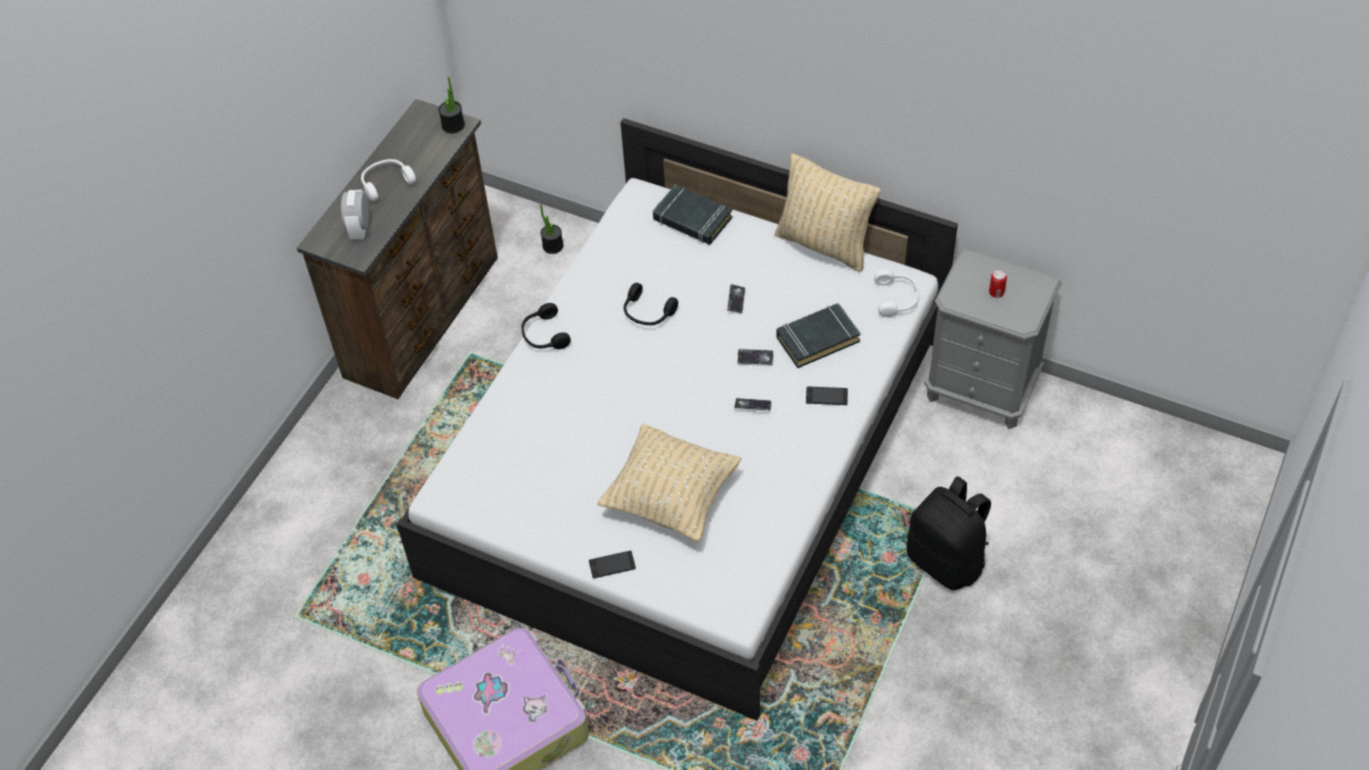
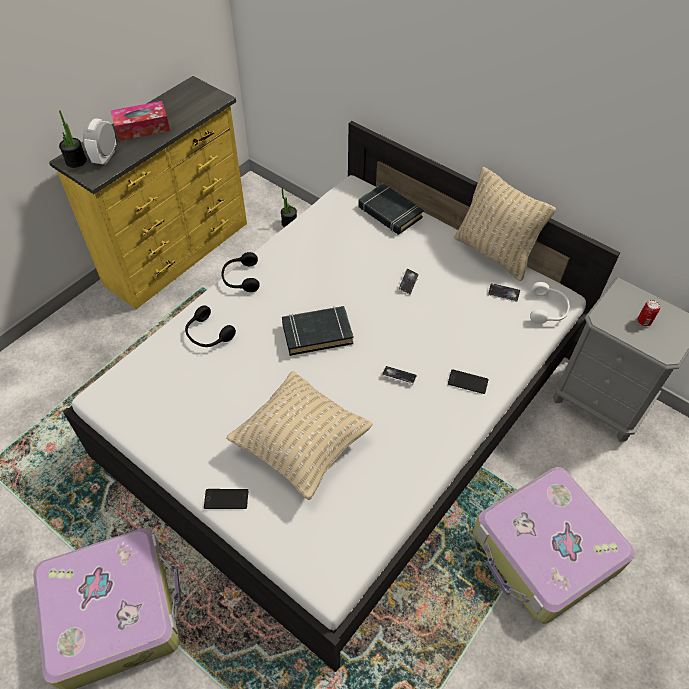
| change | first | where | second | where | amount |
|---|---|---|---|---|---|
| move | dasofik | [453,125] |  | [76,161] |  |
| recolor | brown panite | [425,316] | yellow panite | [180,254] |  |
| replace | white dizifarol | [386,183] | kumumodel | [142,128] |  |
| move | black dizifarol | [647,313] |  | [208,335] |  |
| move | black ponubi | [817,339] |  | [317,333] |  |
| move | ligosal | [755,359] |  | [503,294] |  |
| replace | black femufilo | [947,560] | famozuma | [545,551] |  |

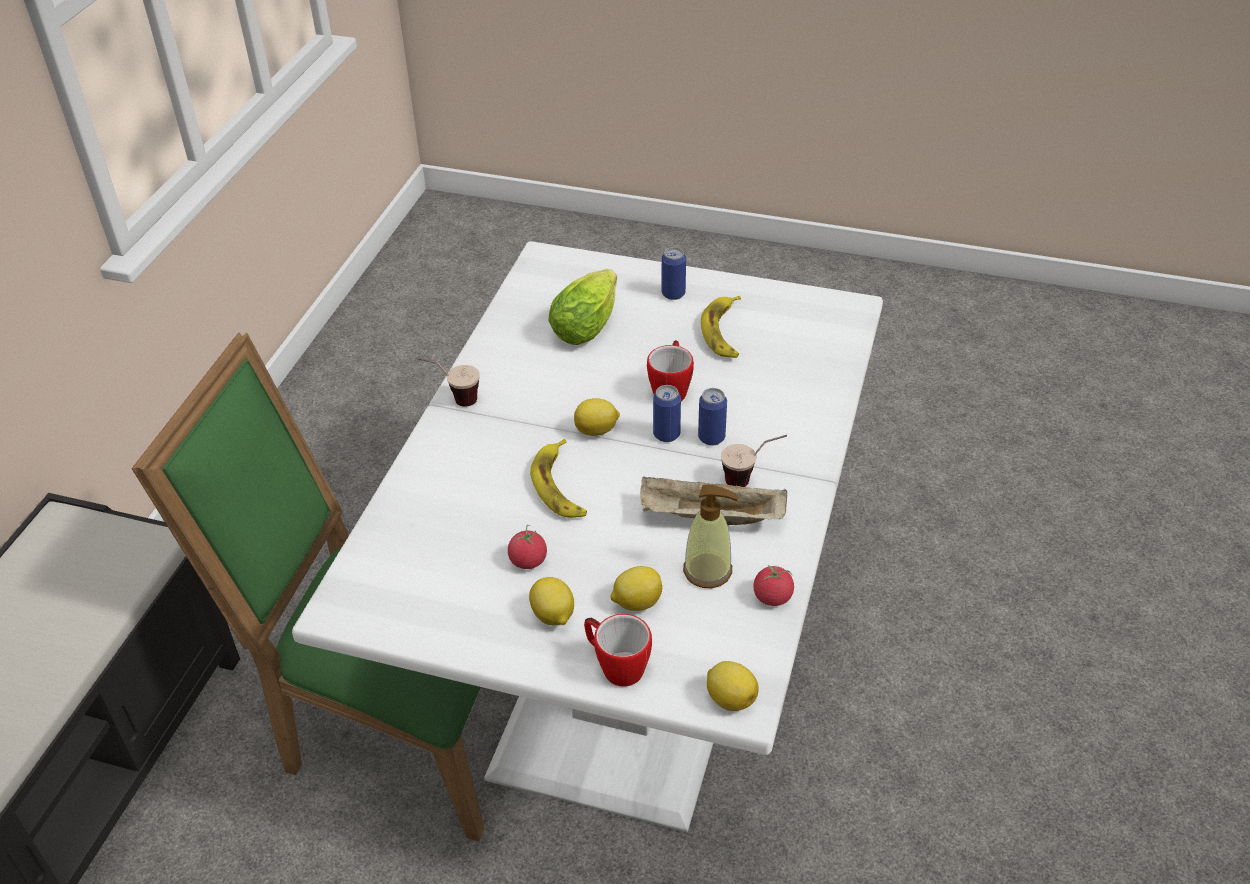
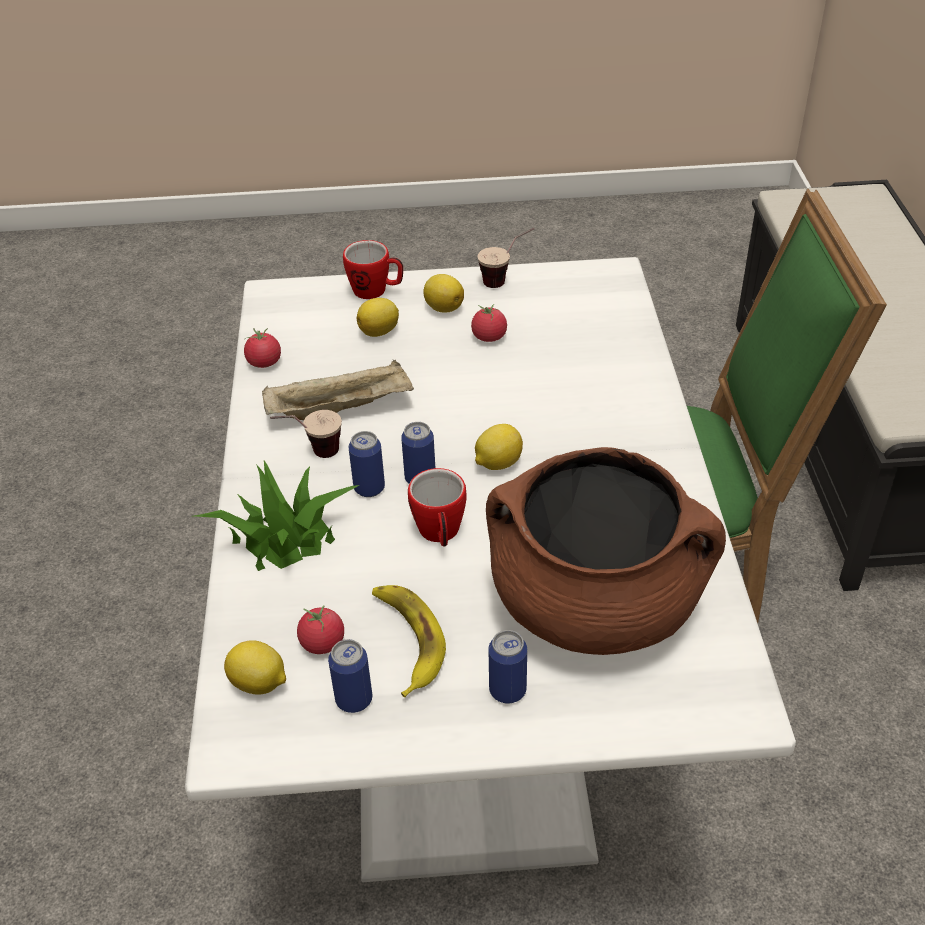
| change | first | where | second | where | amount |
|---|---|---|---|---|---|
| replace | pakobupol | [589,322] | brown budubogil | [596,603] |  |
| move | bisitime | [452,400] |  | [506,280] |  |
| delete | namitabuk | [560,486] |  |  |  |
| delete | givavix | [708,571] |  |  |  |
| move | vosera | [730,698] |  | [259,684] |  |
| insert |  |  | dasofik | [283,536] |  |
| insert |  |  | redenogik | [322,643] |  |
| insert |  |  | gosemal | [354,699] |  |

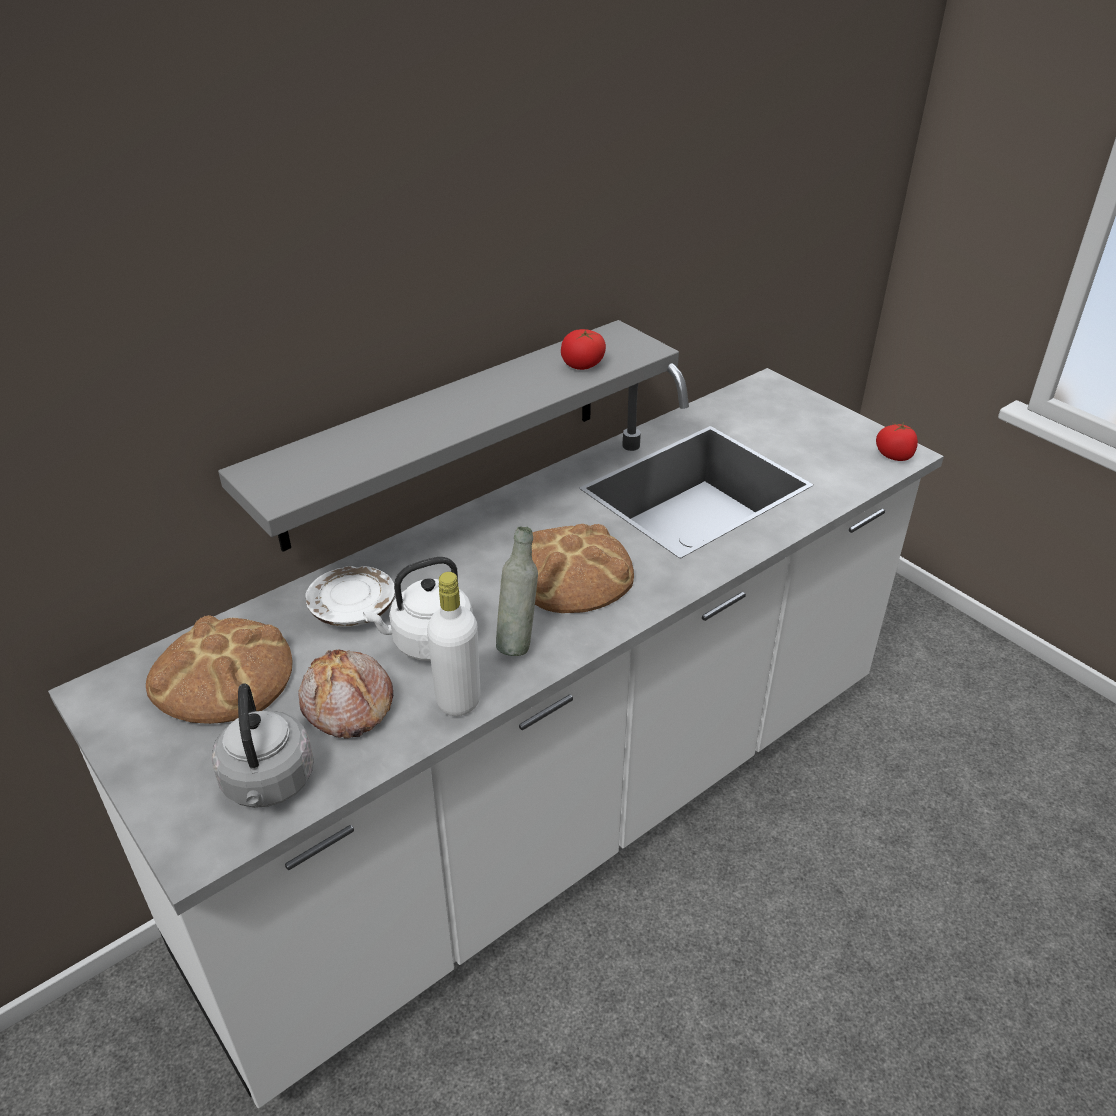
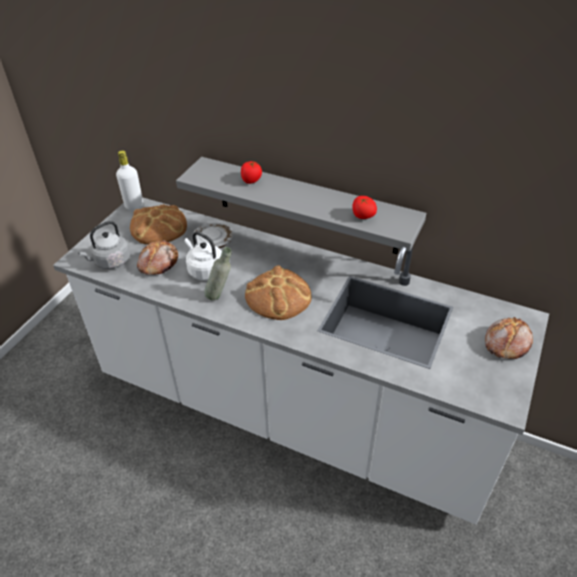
| change | first | where | second | where | amount |
|---|---|---|---|---|---|
| move | redenogik | [894,455] |  | [251,180] |  |
| move | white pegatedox | [458,700] |  | [134,206] |  |
| insert |  |  | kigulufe | [506,343] |  |

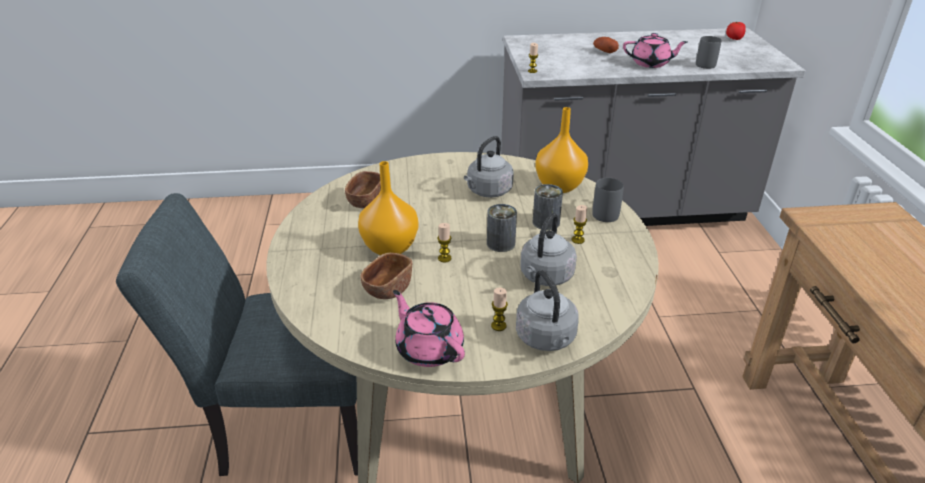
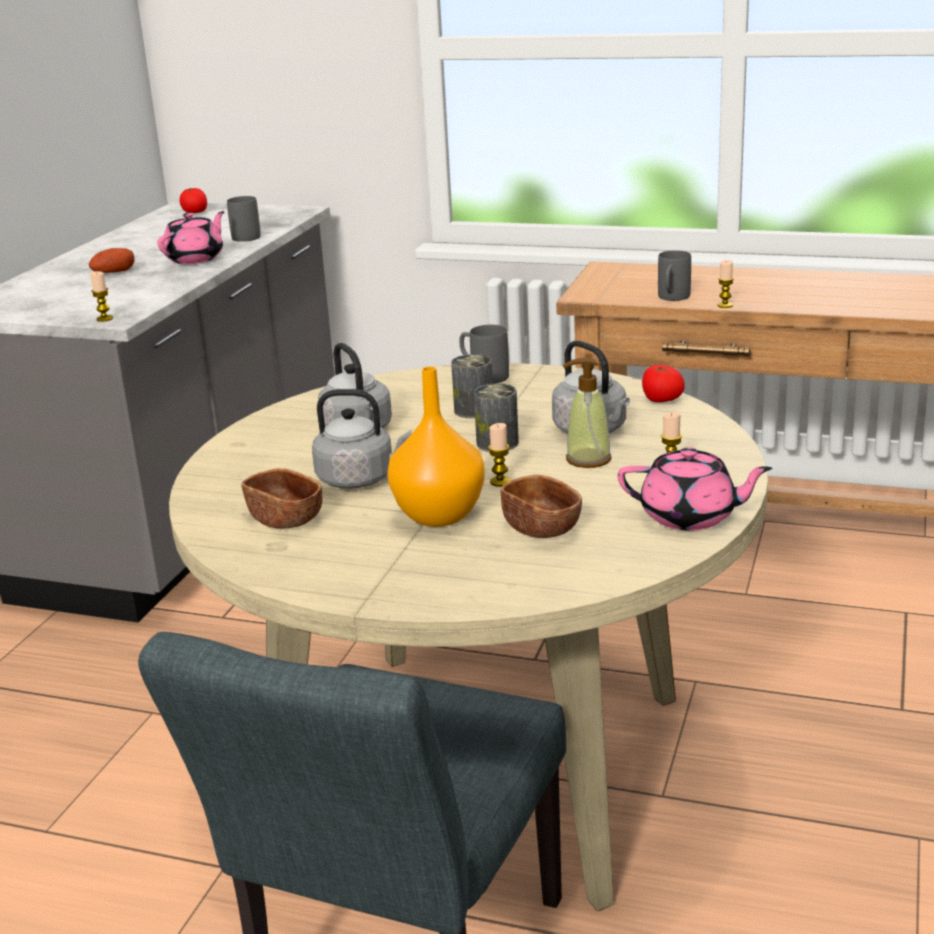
| change | first | where | second | where | amount |
|---|---|---|---|---|---|
| delete | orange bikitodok | [559,185] |  |  |  |
| move | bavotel | [578,240] |  | [725,305] |  |
| move | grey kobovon | [547,339] |  | [360,479] |  |
| rotate | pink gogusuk | [429,349] |  | [690,516] | 150 degrees counterclockwise |
| insert |  |  | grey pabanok | [672,298] |  |
| insert |  |  | givavix | [588,459] |  |
| insert |  |  | redenogik | [661,400] |  |

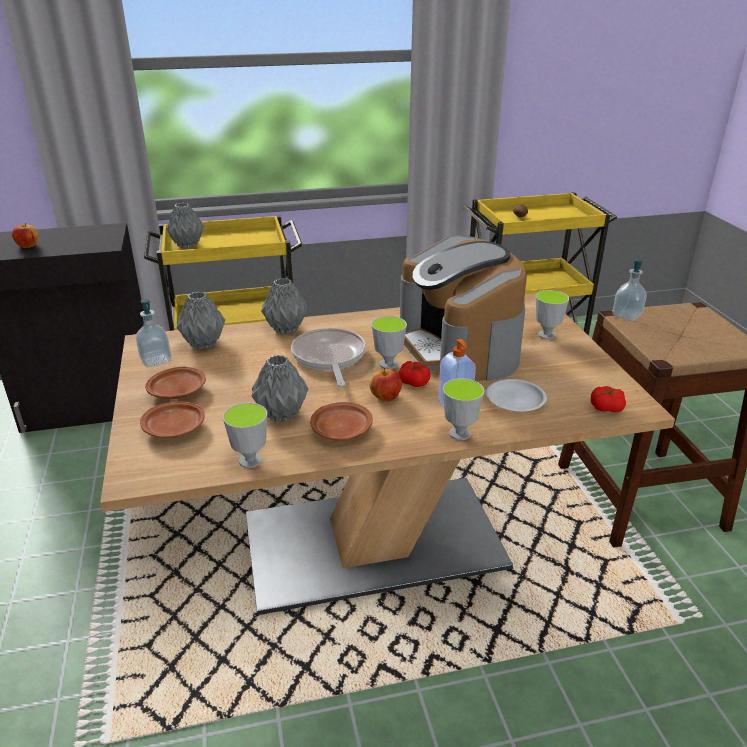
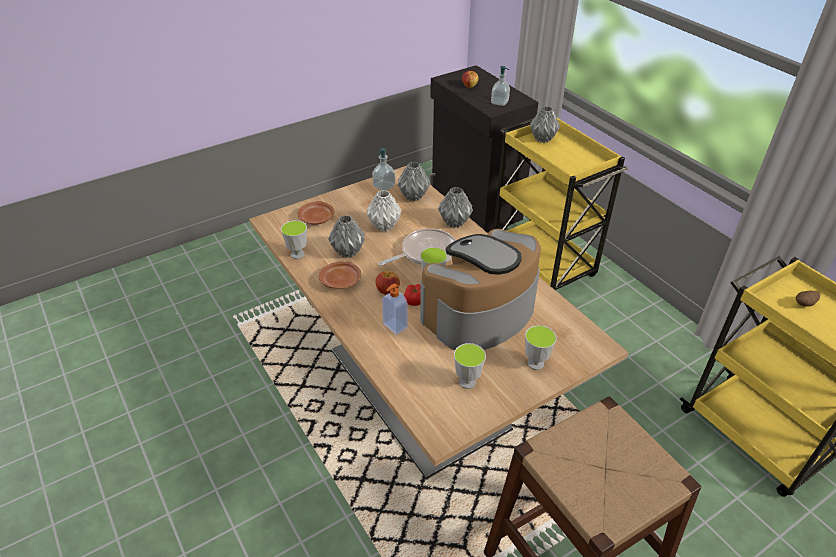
| change | first | where | second | where | amount |
|---|---|---|---|---|---|
| move | givavix | [626,315] |  | [499,102] |  |
| delete | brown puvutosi | [178,391] |  |  |  |
| move | bisitime | [459,433] |  | [467,382] |  |
| delete | white puvutosi | [516,399] |  |  |  |
| delete | redenogik | [606,407] |  |  |  |
| insert |  |  | grey bikitodok | [384,226] |  |

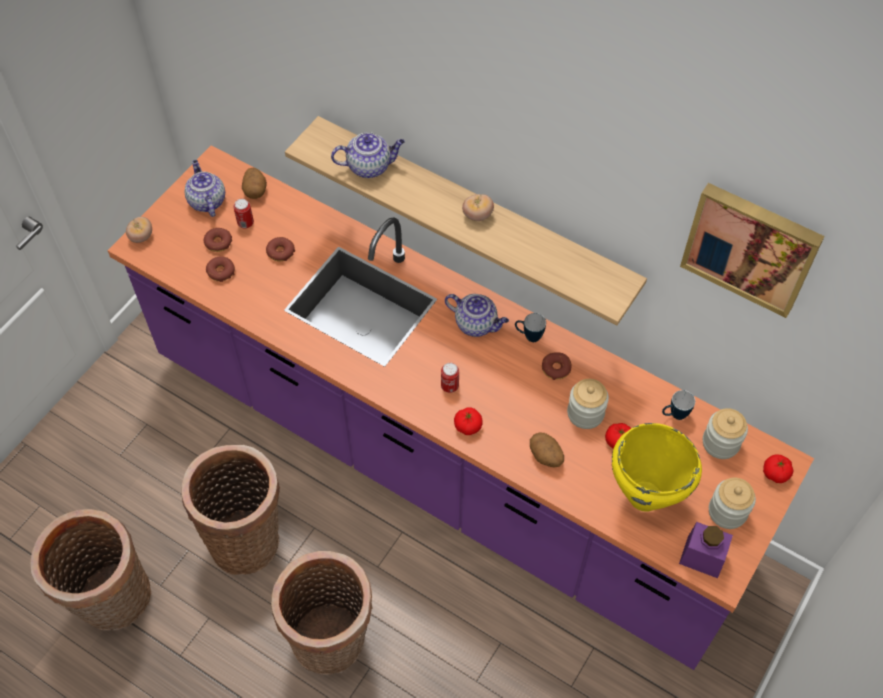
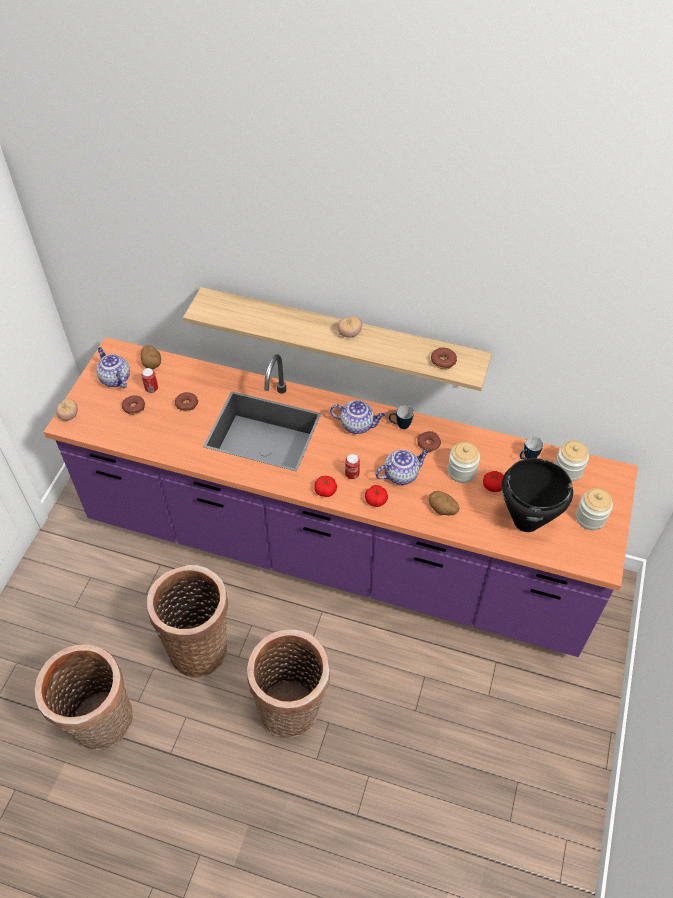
| change | first | where | second | where | amount |
|---|---|---|---|---|---|
| move | gogusuk | [370,166] |  | [401,474] |  |
| delete | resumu | [751,247] |  |  |  |
| move | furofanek | [221,272] |  | [443,361] |  |
| recolor | yellow budubogil | [644,495] | black budubogil | [526,520] |  |
| move | redenogik | [775,473] |  | [325,491] |  |
| delete | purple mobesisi | [702,557] |  |  |  |

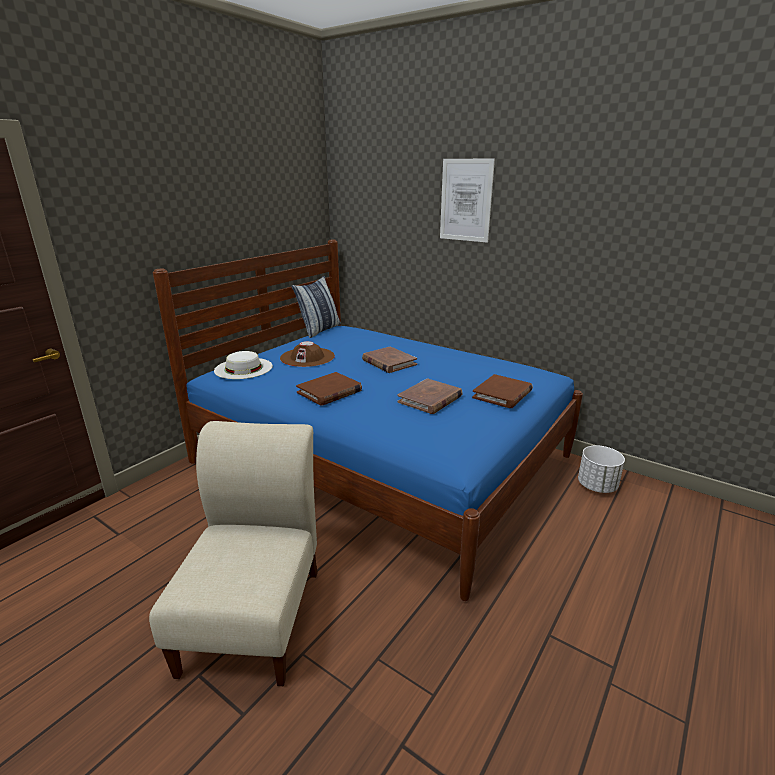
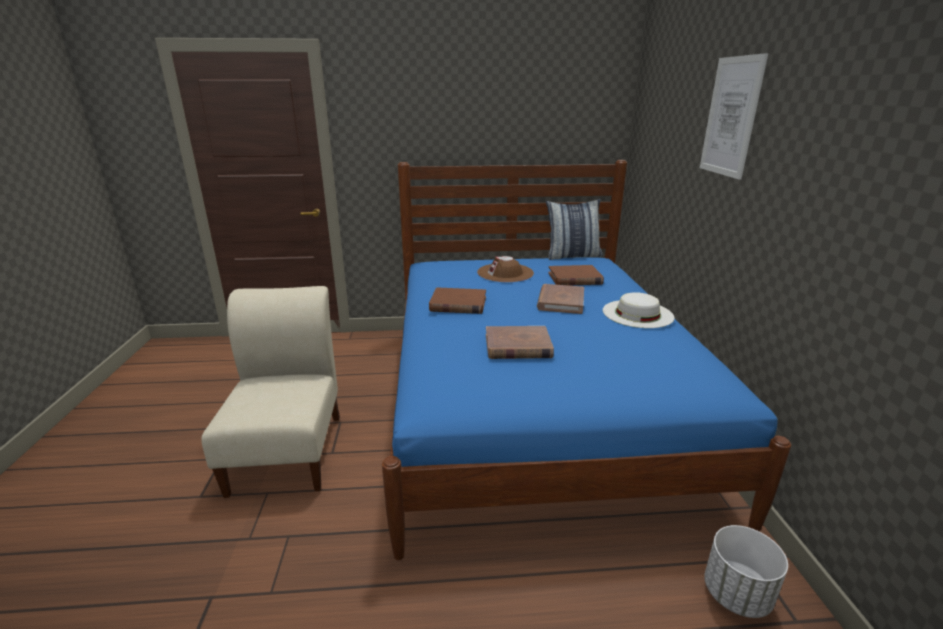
| change | first | where | second | where | amount |
|---|---|---|---|---|---|
| move | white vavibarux | [243,368] |  | [637,313] |  |
| move | brown ponubi | [502,394] |  | [574,278] |  |
| rotate | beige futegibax | [255,613] |  | [289,449] | 60 degrees counterclockwise |

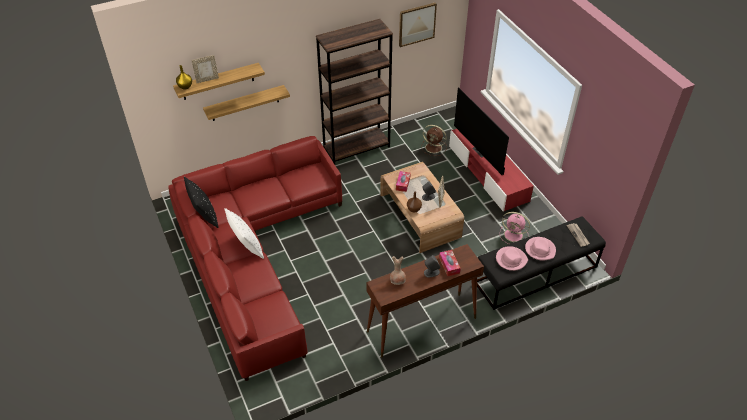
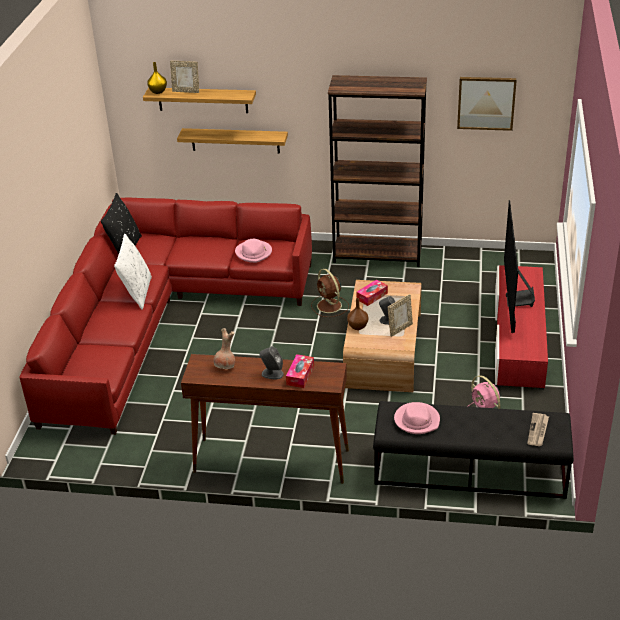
| change | first | where | second | where | amount |
|---|---|---|---|---|---|
| move | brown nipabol | [434,148] |  | [330,306] |  |
| move | pink vavibarux | [540,250] |  | [254,253] |  |

